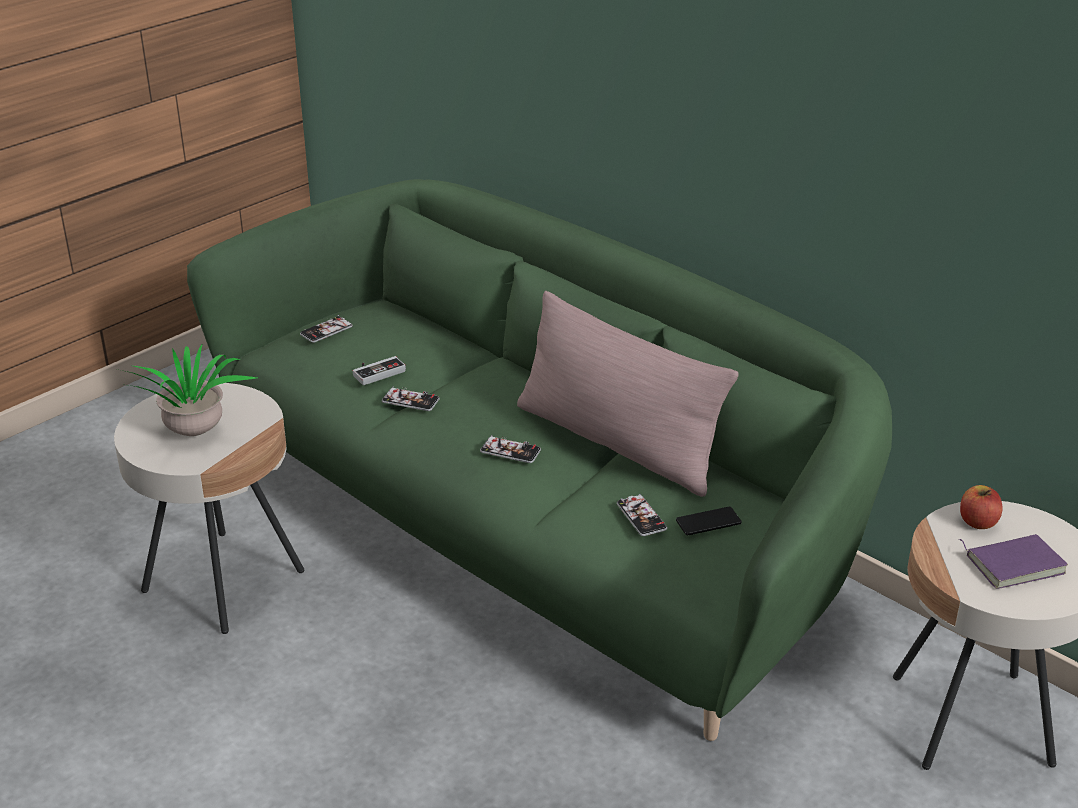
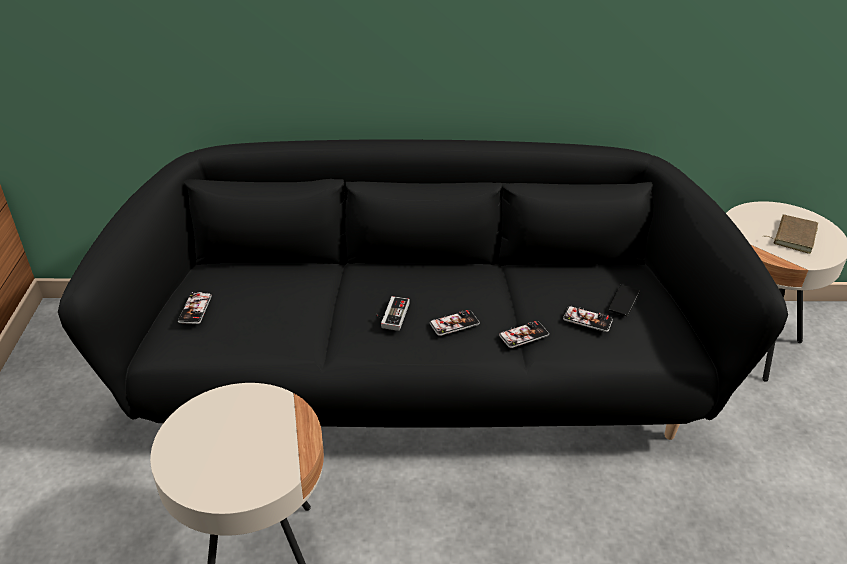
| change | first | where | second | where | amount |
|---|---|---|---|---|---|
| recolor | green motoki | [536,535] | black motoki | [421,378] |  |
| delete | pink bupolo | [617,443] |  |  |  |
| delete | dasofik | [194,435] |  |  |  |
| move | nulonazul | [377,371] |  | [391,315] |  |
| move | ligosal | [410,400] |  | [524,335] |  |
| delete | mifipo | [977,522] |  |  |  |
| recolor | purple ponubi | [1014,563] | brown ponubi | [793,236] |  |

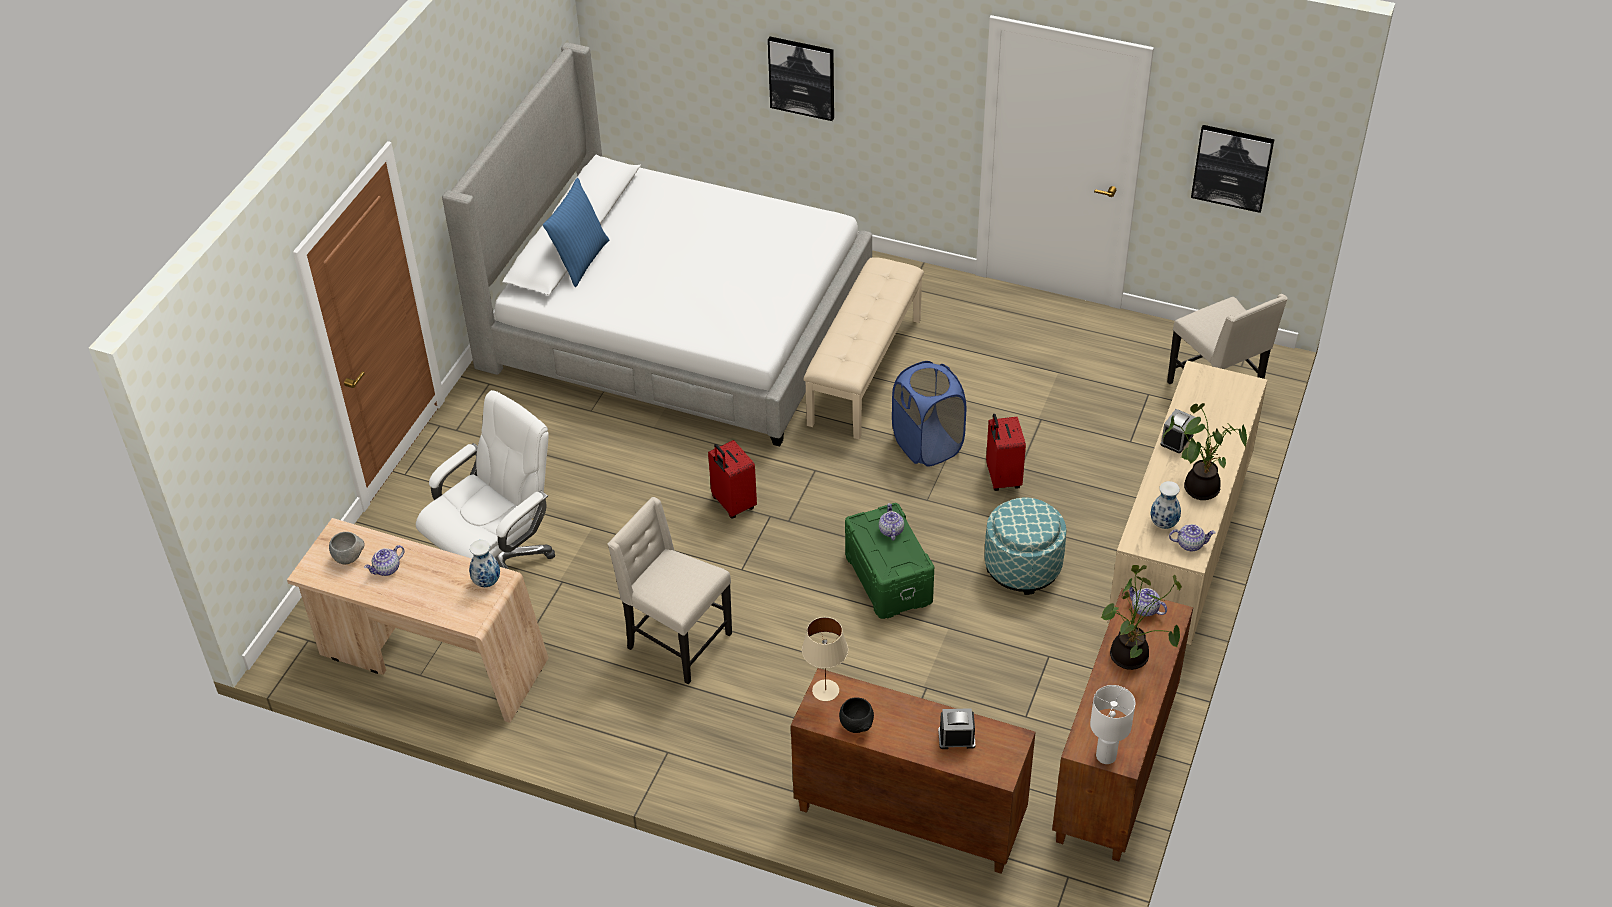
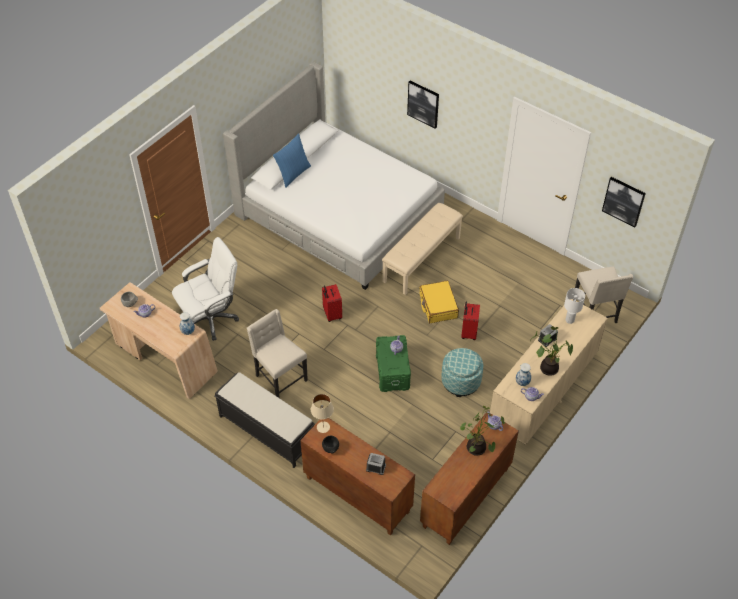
| change | first | where | second | where | amount |
|---|---|---|---|---|---|
| replace | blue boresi | [927,445] | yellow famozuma | [438,306] |  |
| move | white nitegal | [1106,756] |  | [570,320] |  |
| insert |  |  | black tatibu | [266,430] |  |

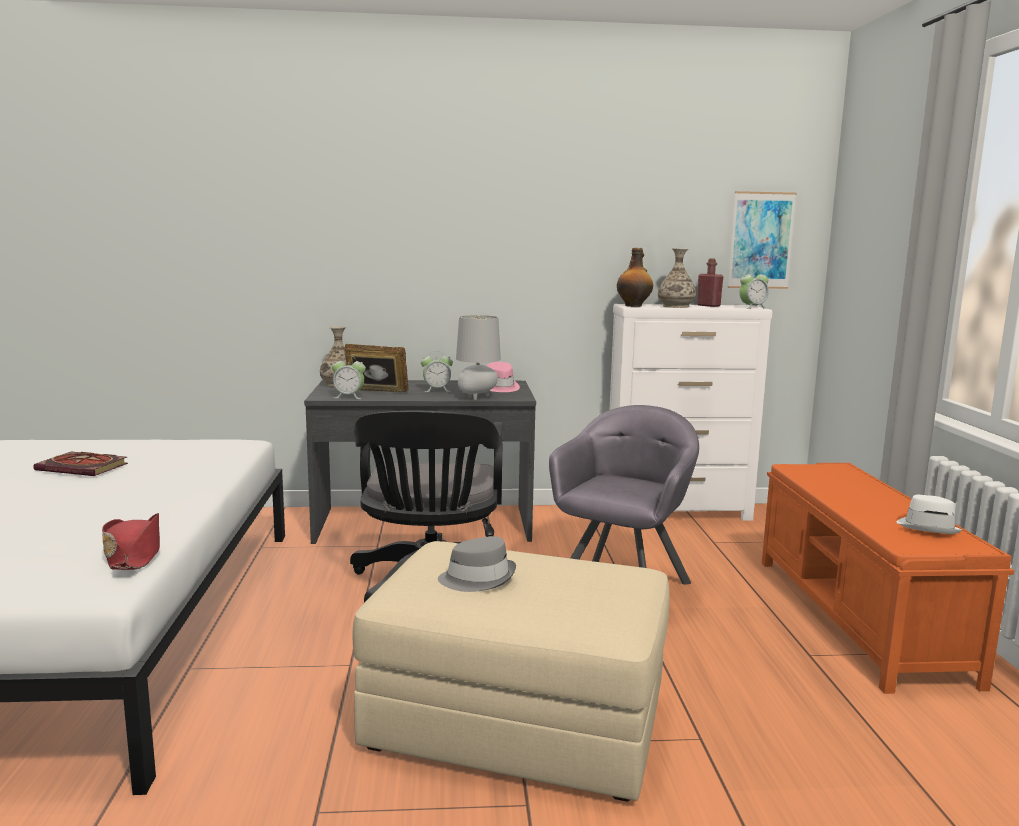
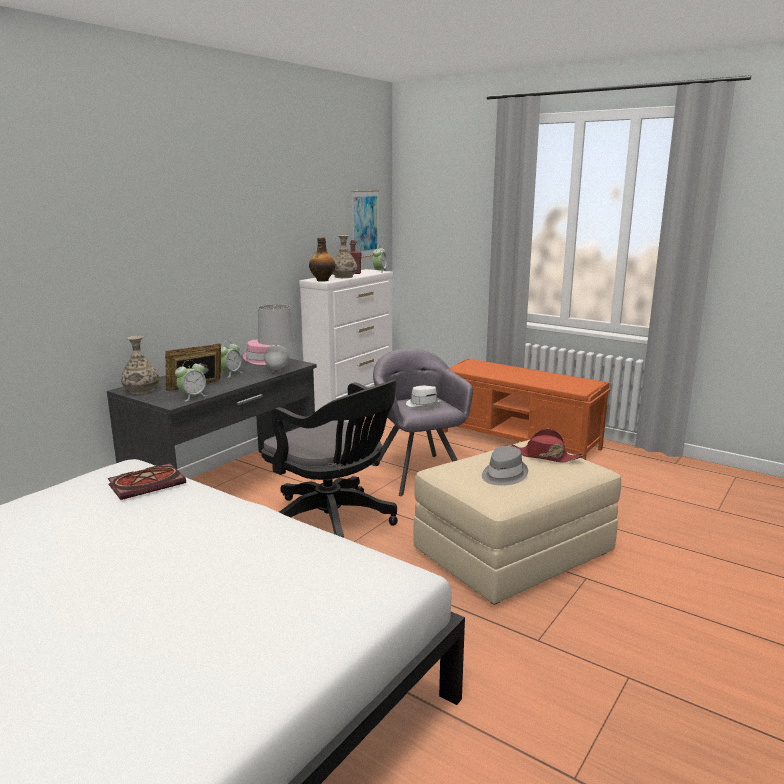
| change | first | where | second | where | amount |
|---|---|---|---|---|---|
| move | ponubi | [85,467] |  | [148,483] |  |
| move | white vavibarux | [928,527] |  | [423,404] |  |
| move | red vavibarux | [134,555] |  | [545,456] |  |

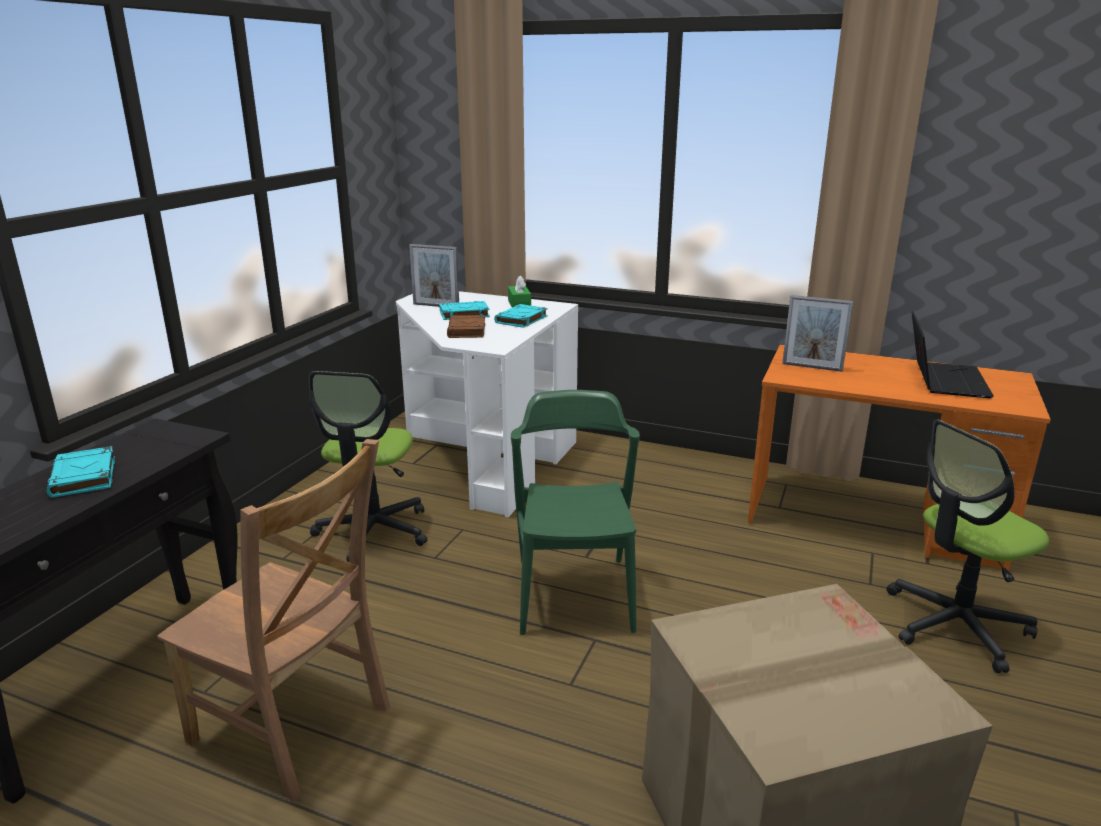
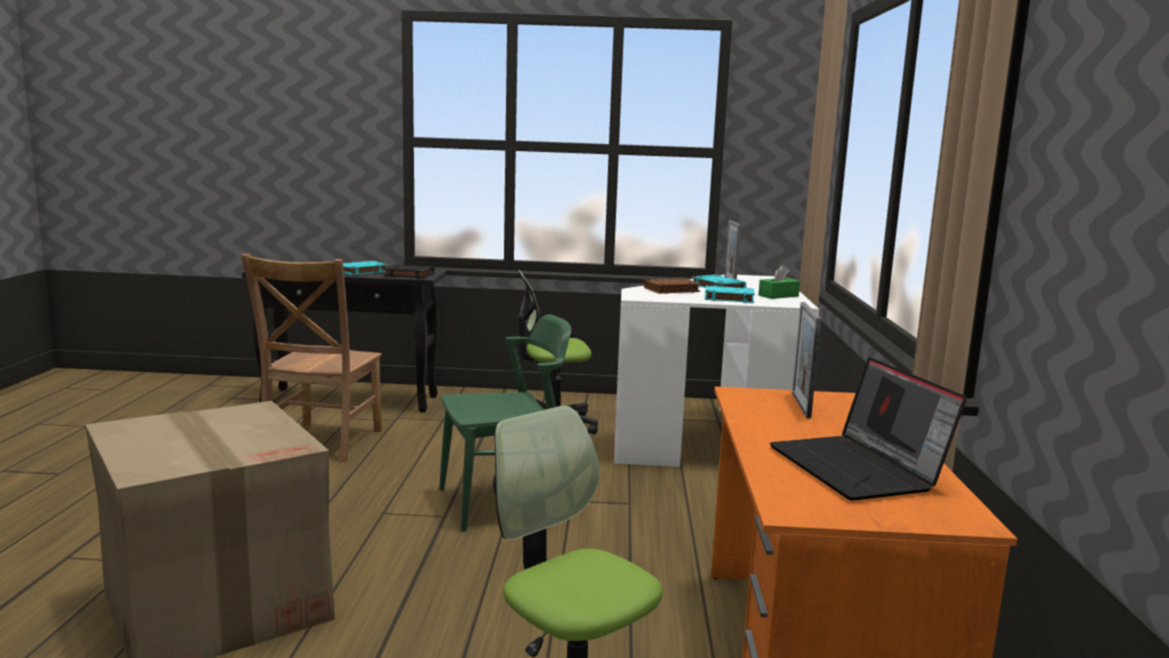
| change | first | where | second | where | amount |
|---|---|---|---|---|---|
| rotate | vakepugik | [943,380] |  | [859,469] | 75 degrees clockwise |
| insert |  |  | black ponubi | [408,275] |  |

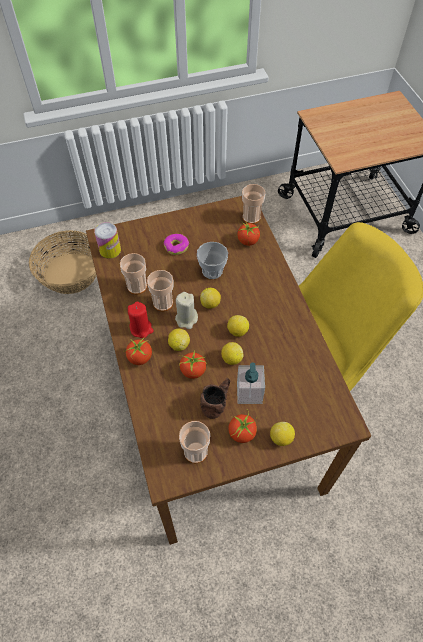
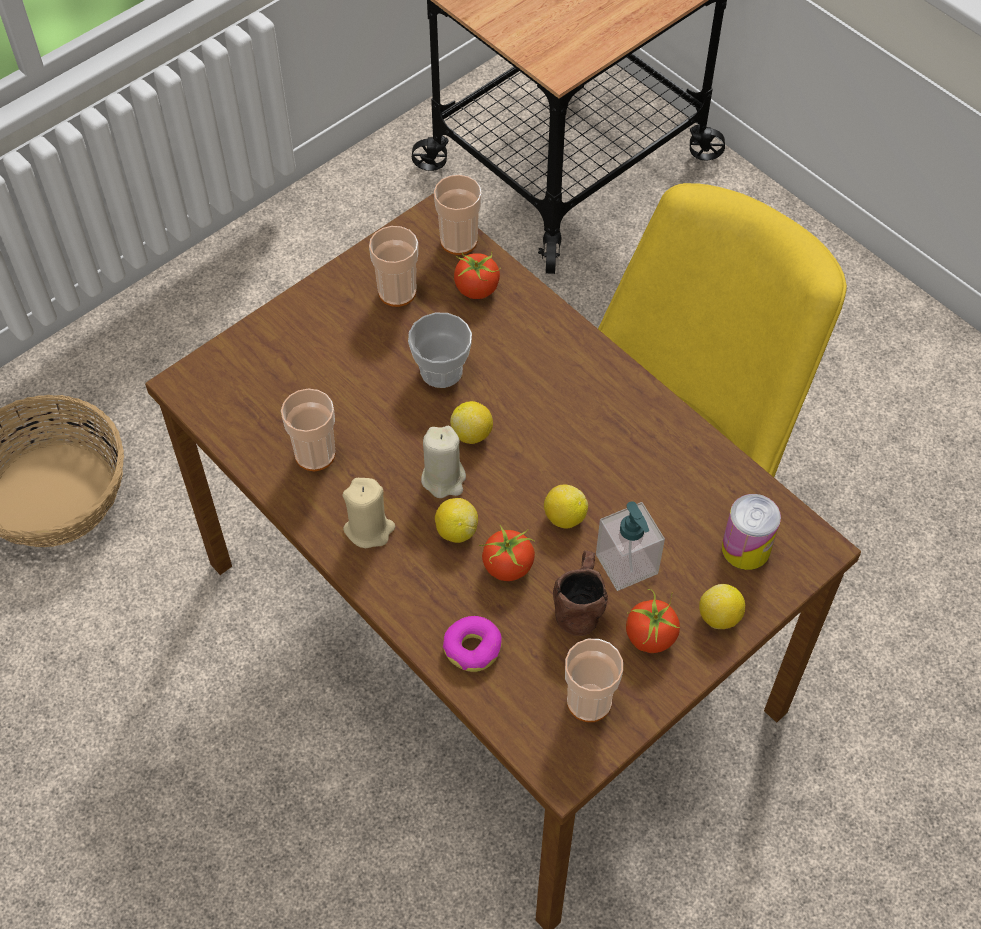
| change | first | where | second | where | amount |
|---|---|---|---|---|---|
| move | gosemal | [110,250] |  | [746,548] |  |
| move | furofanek | [176,247] |  | [473,648] |  |
| move | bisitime | [163,303] |  | [397,292] |  |
| recolor | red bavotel | [141,328] | beige bavotel | [369,529] |  |
| delete | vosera | [237,331] |  |  |  |
| delete | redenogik | [140,358] |  |  |  |

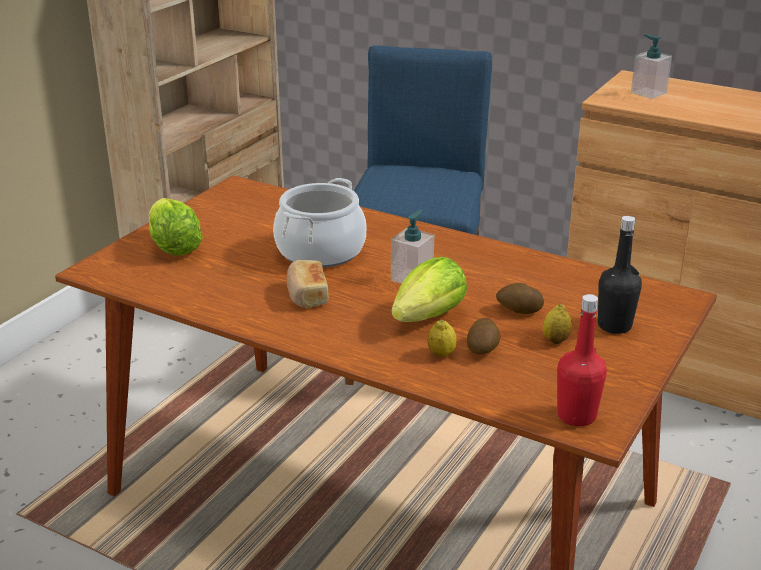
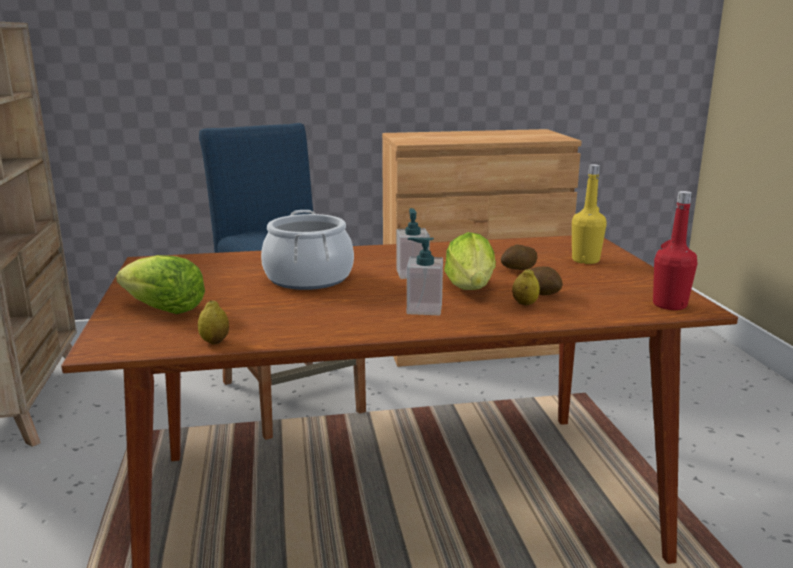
| change | first | where | second | where | amount |
|---|---|---|---|---|---|
| move | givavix | [648,93] |  | [424,309] |  |
| recolor | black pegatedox | [614,326] | yellow pegatedox | [585,260] |  |
| delete | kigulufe | [306,295] |  |  |  |
| move | vosera | [555,340] |  | [215,341] |  |

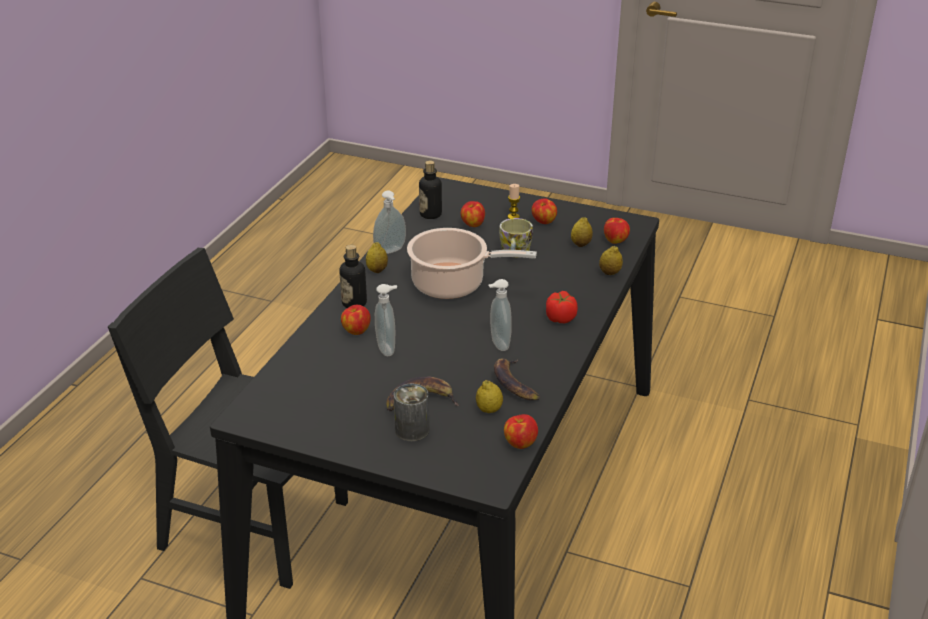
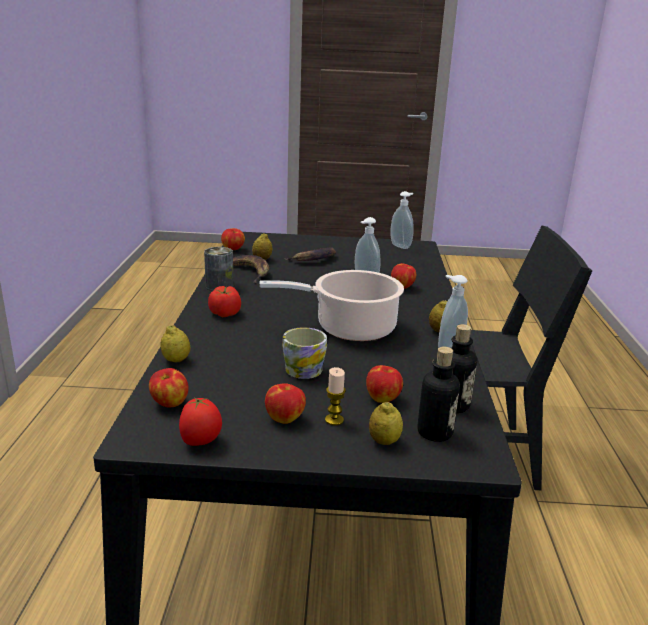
| change | first | where | second | where | amount |
|---|---|---|---|---|---|
| move | vosera | [581,244] |  | [384,441] |  |
| move | pegatedox | [354,303] |  | [434,432] |  |
| move | givavix | [498,344] |  | [401,246] |  |
| move | gosemal | [412,430] |  | [219,286] |  |
| insert |  |  | redenogik | [201,442] |  |

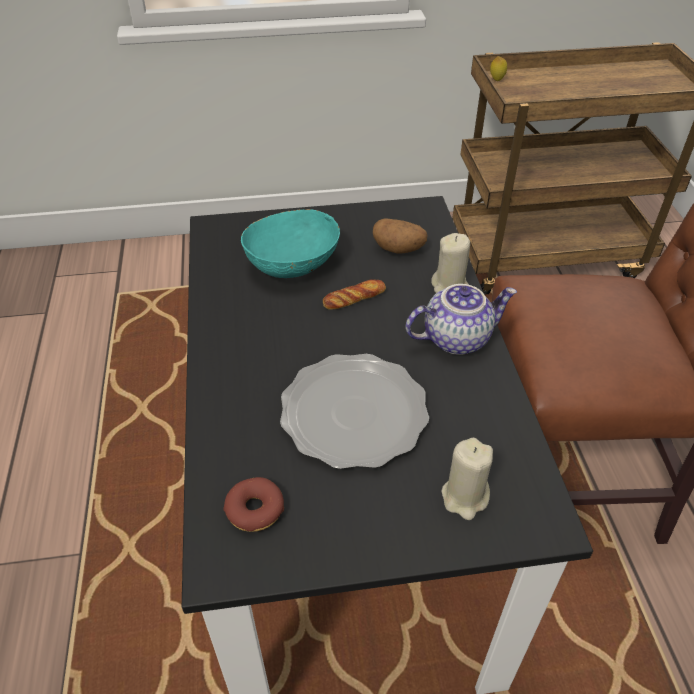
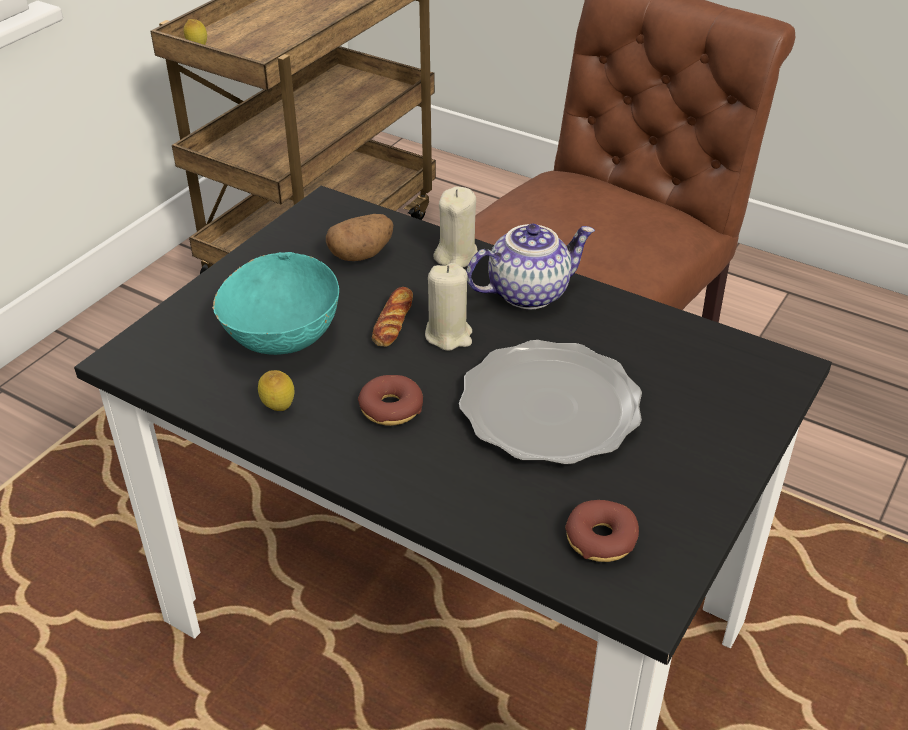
| change | first | where | second | where | amount |
|---|---|---|---|---|---|
| rotate | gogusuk | [456,337] |  | [528,292] | 45 degrees clockwise |
| move | beige bavotel | [465,497] |  | [449,335] |  |
| insert |  |  | vosera | [278,409] |  |
| insert |  |  | furofanek | [391,408] |  |

